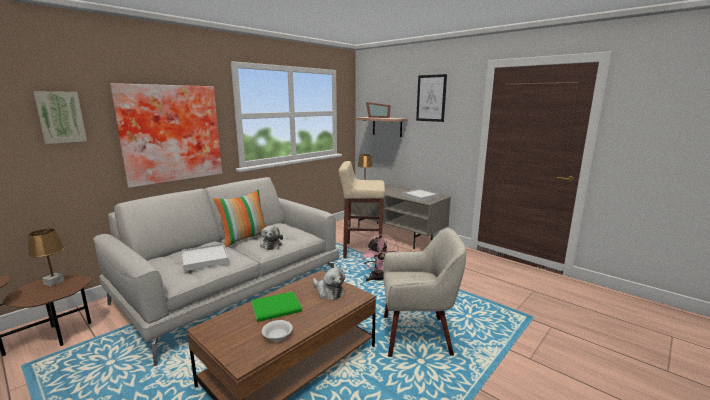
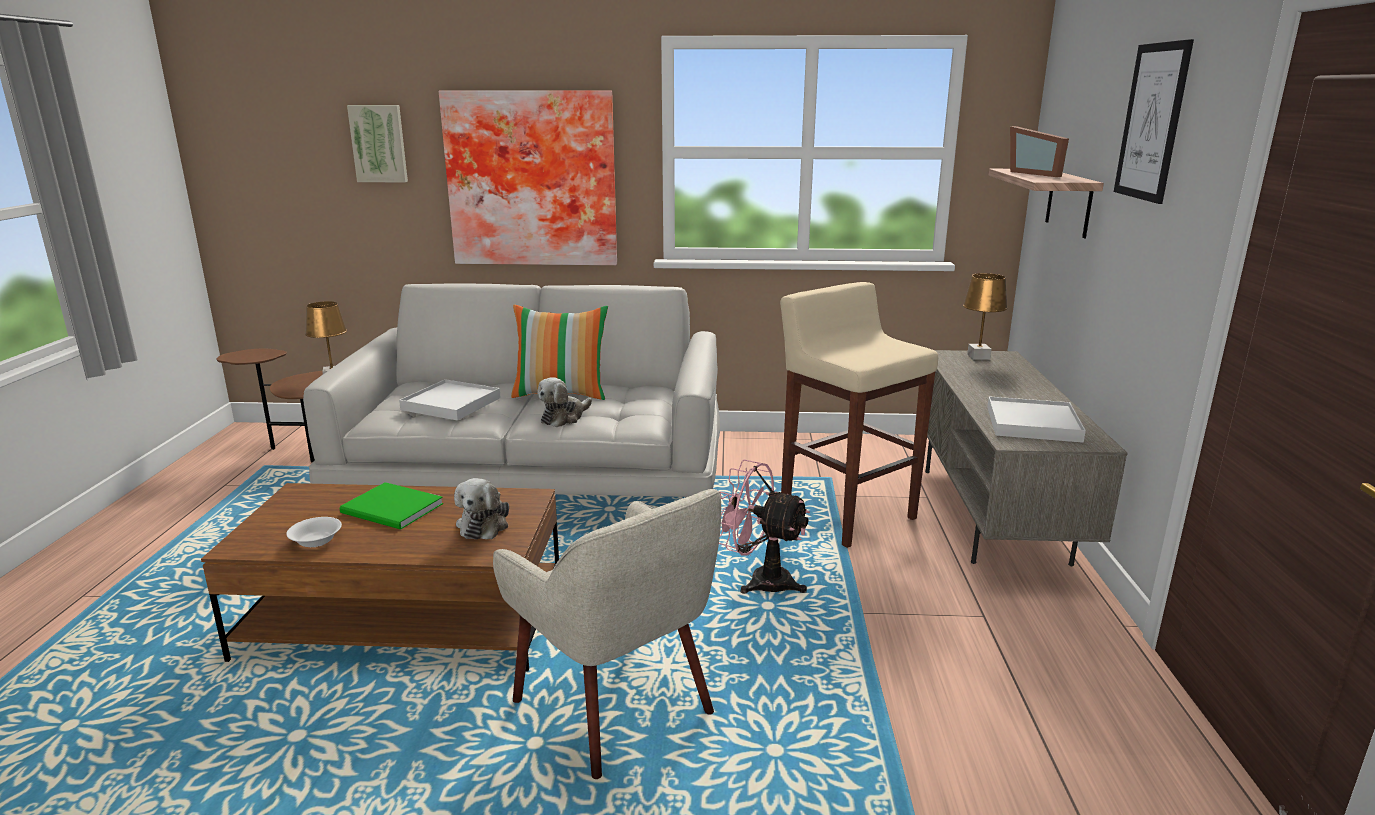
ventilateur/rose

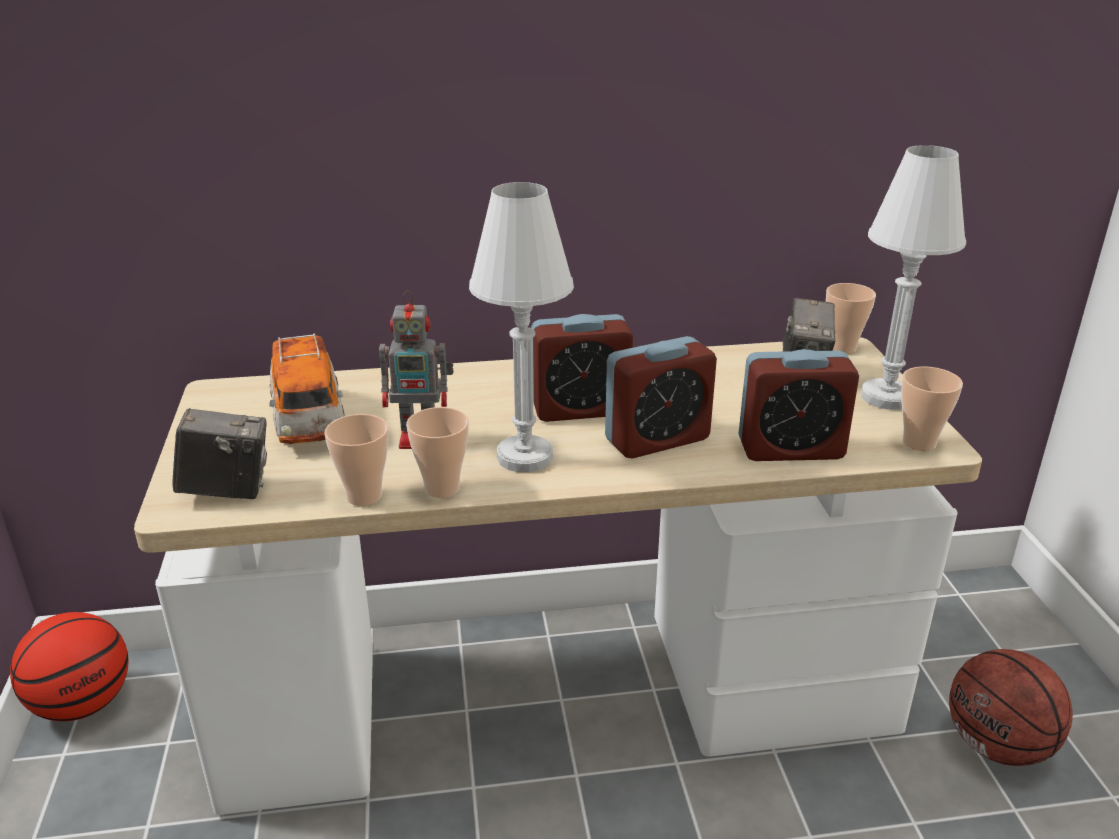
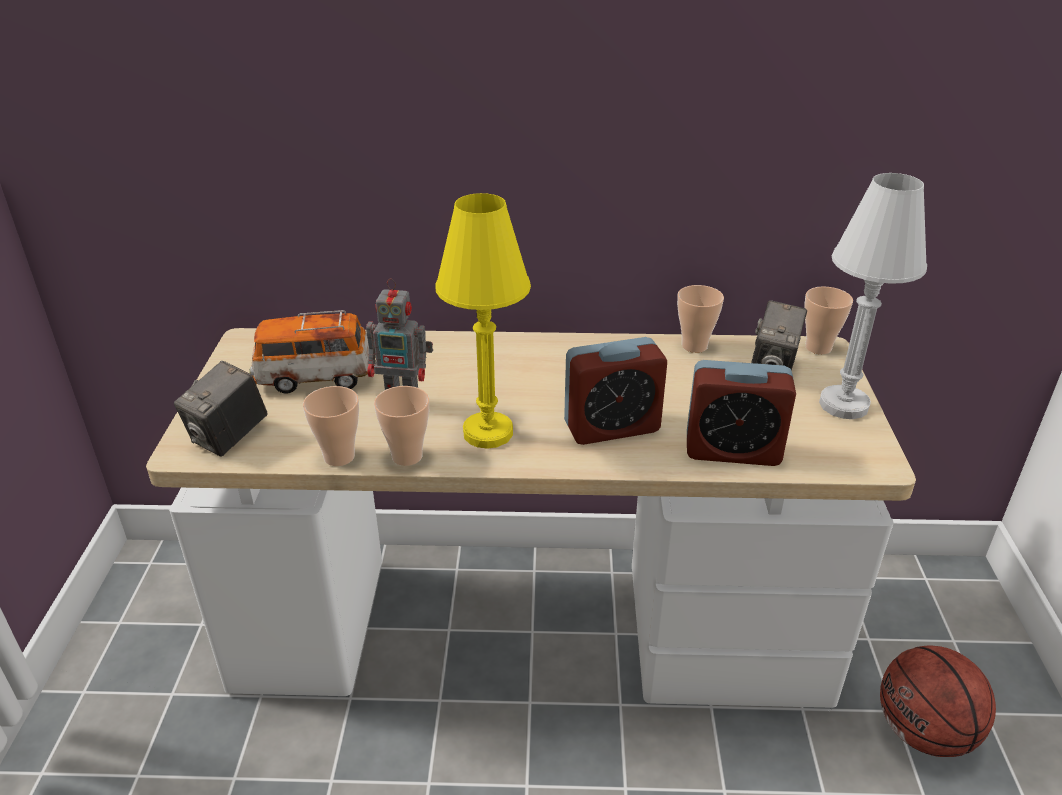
ballon de basket (1st from left in the first image); réveil (1st from left in the first image); tasse (3rd from left); lampe de table/jaune; appareil photo (1st from left); petite voiture

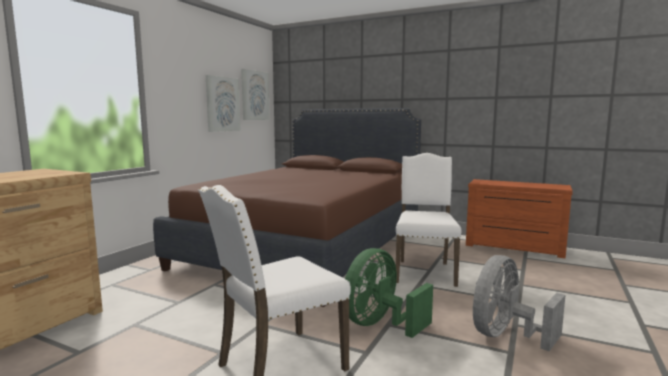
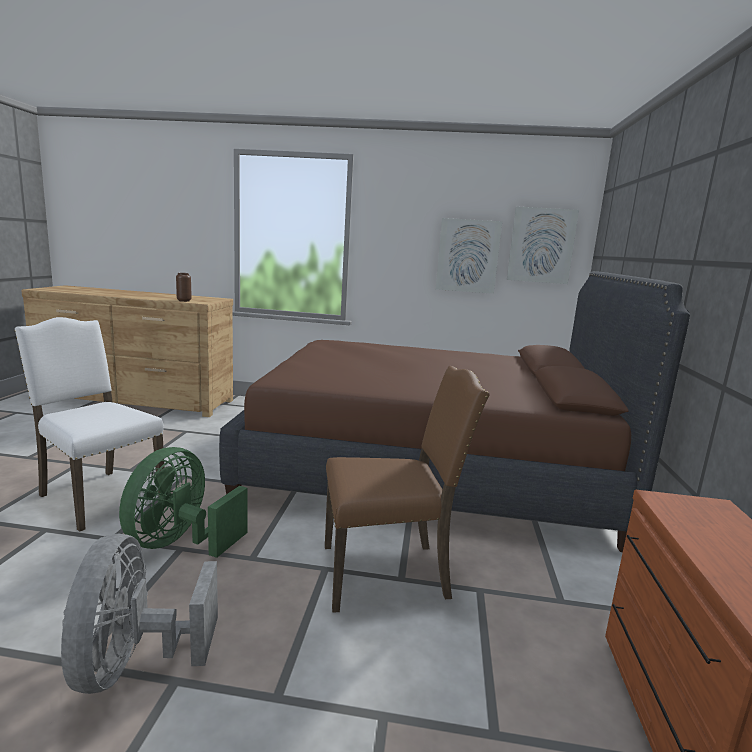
vase/marron; chaise/marron; ventilateur/vert; ventilateur/gris

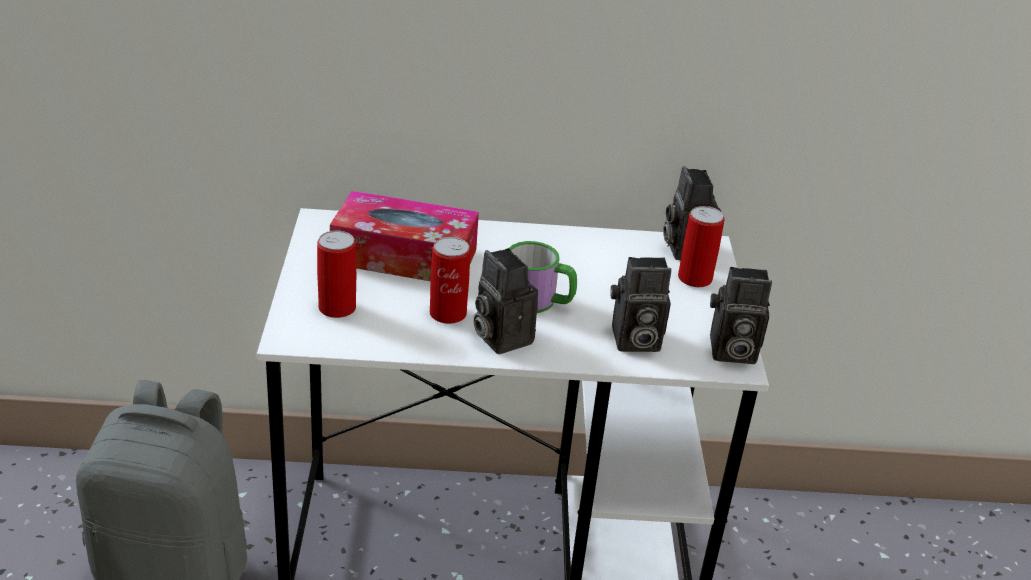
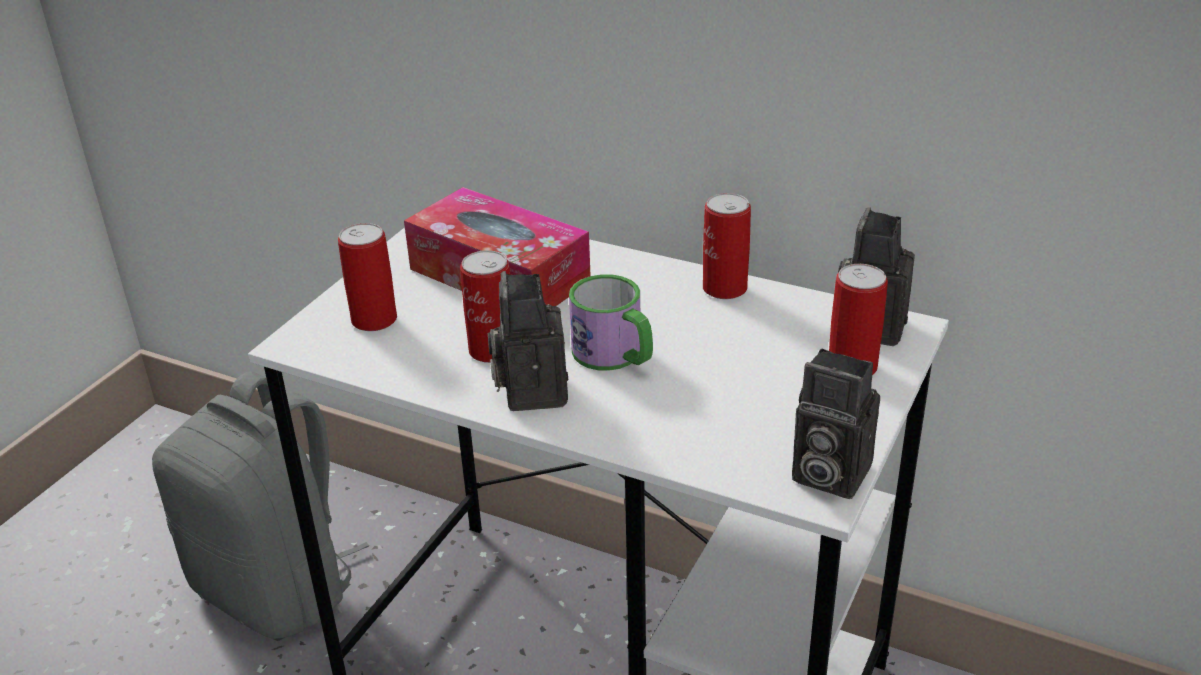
appareil photo (2nd from left in the first image); boîte métallique (3rd from left)

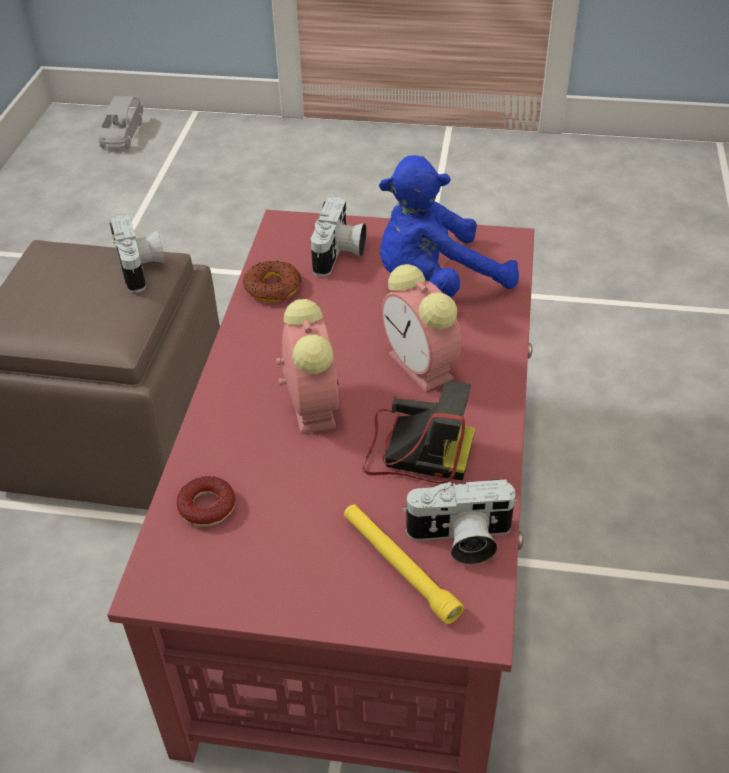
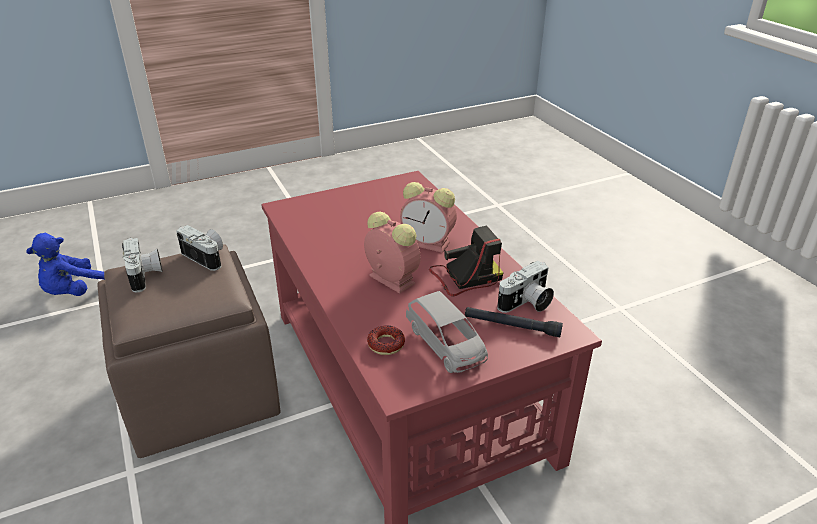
beignet (2nd from left in the first image); petite voiture/gris; appareil photo (1st from left); peluche/bleu; lampe de poche/noir

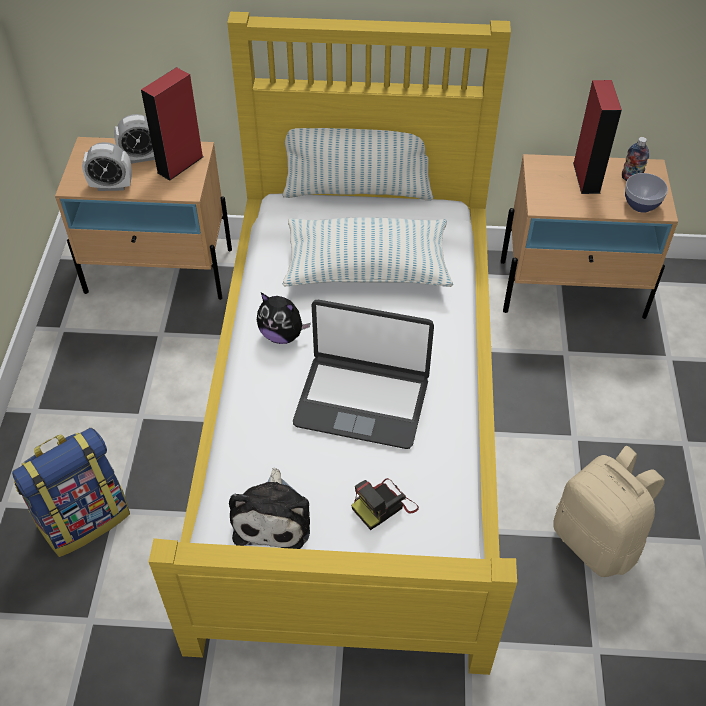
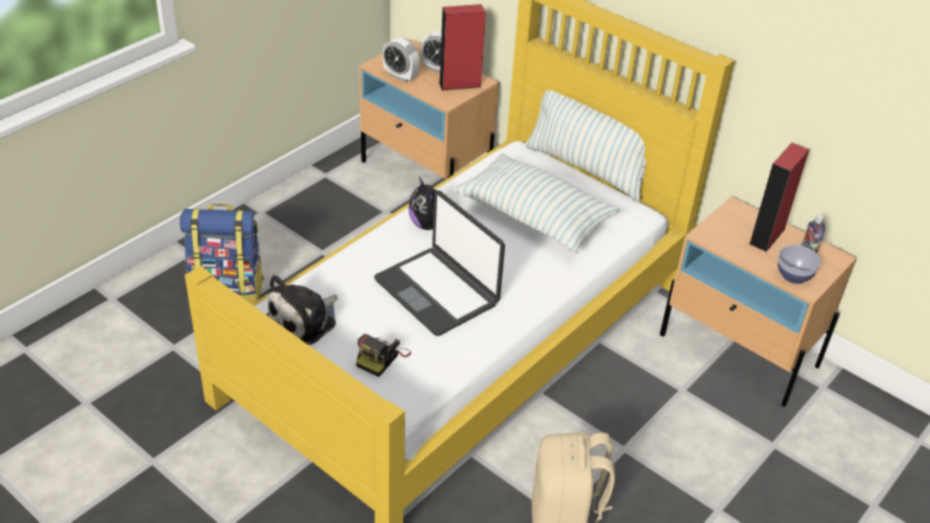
appareil photo

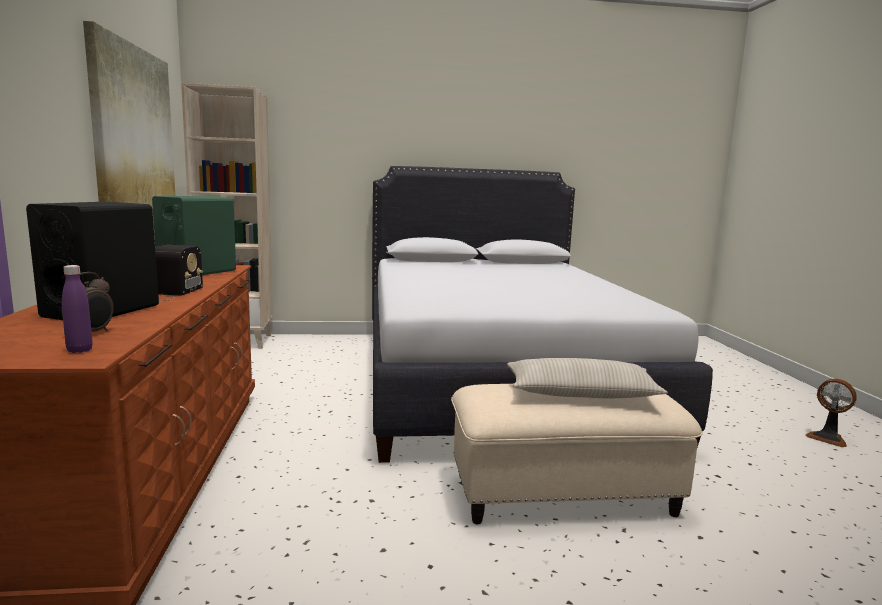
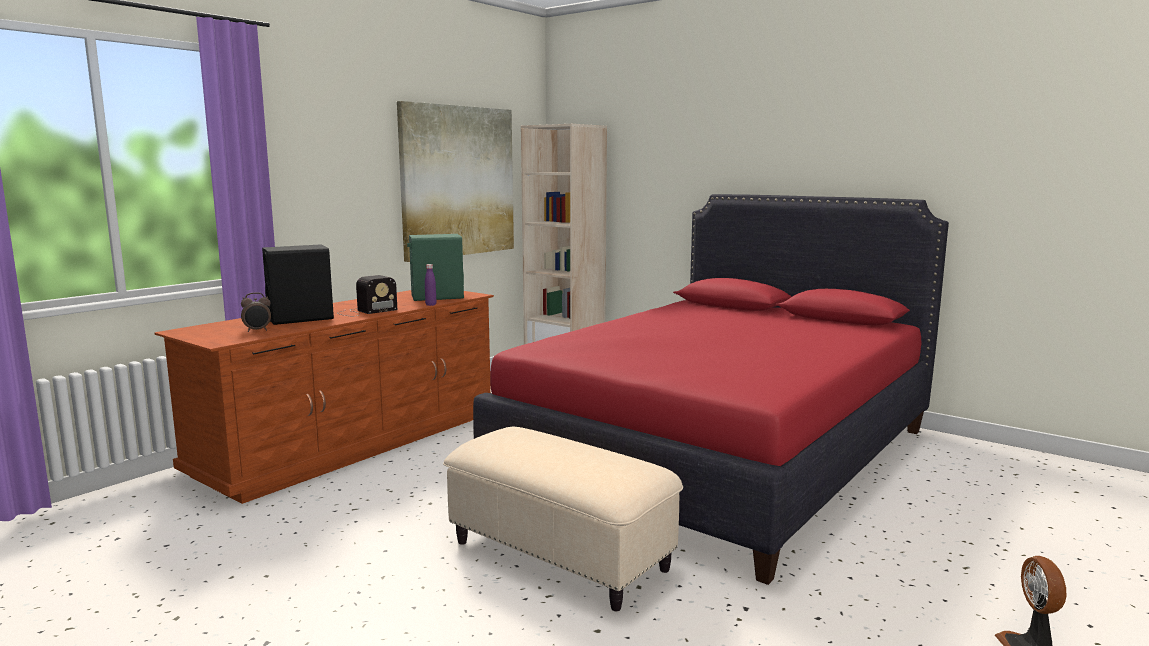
coussin/beige; bouteille/violet; lit/rouge

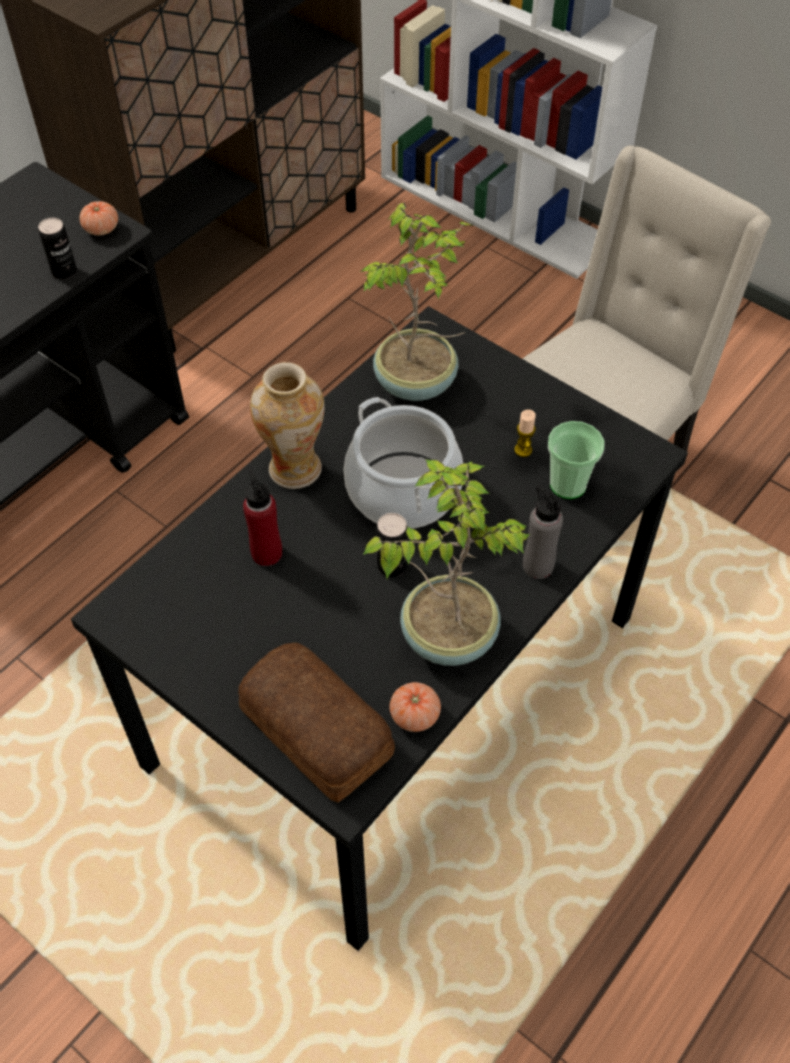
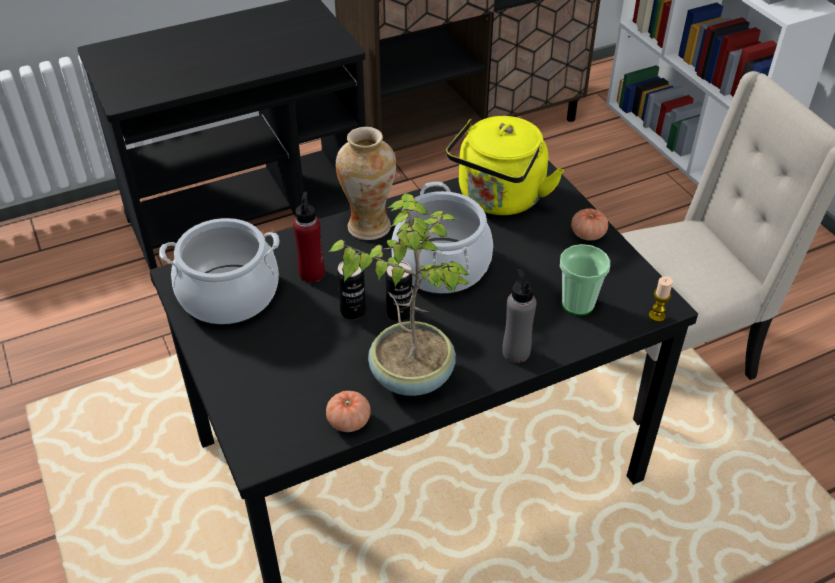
pain; marmite (1st from left); boîte métallique (1st from left); tomate (2nd from left); bougie; bouilloire/jaune

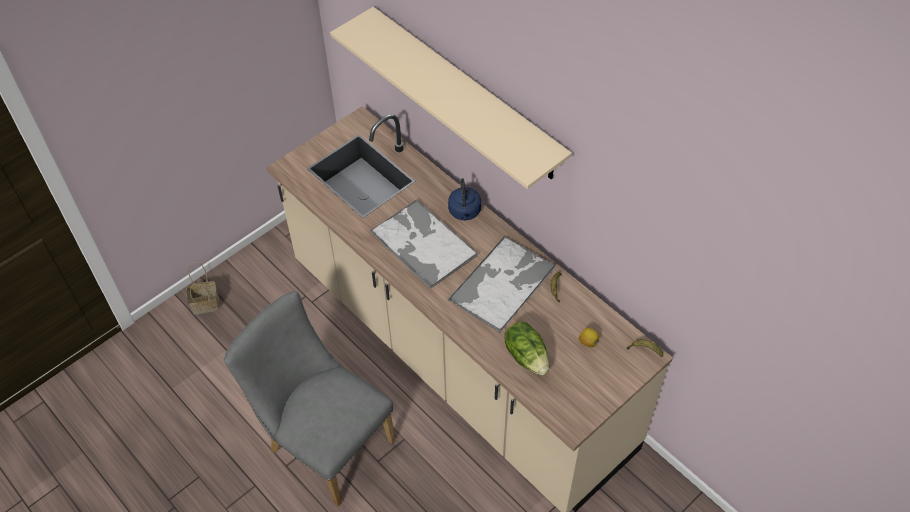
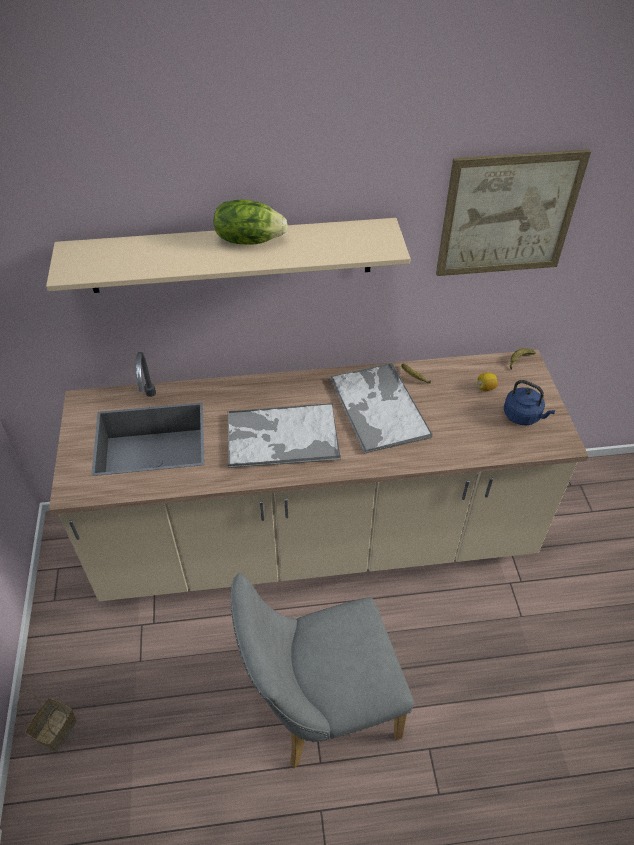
tableau; bouilloire/bleu; laitue

